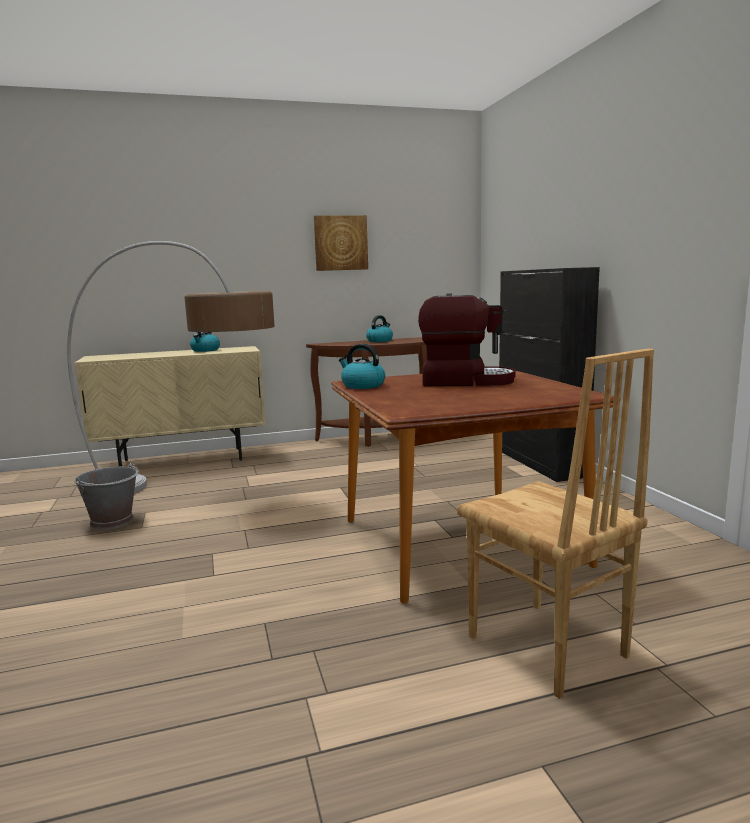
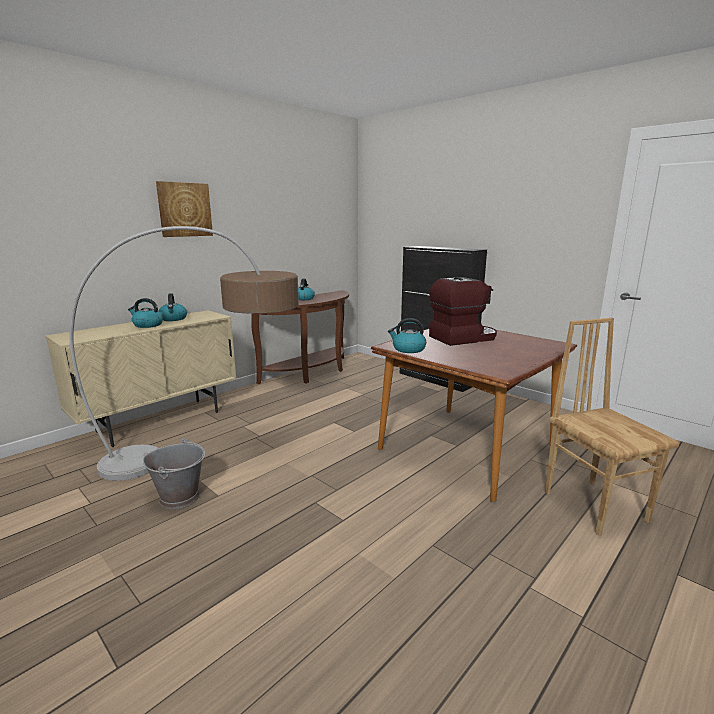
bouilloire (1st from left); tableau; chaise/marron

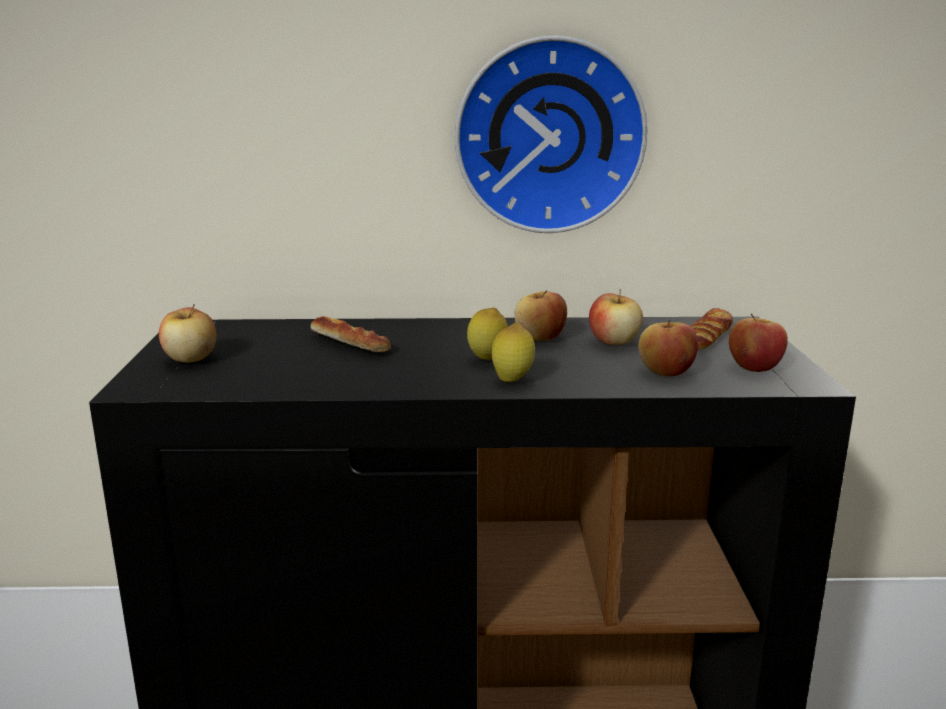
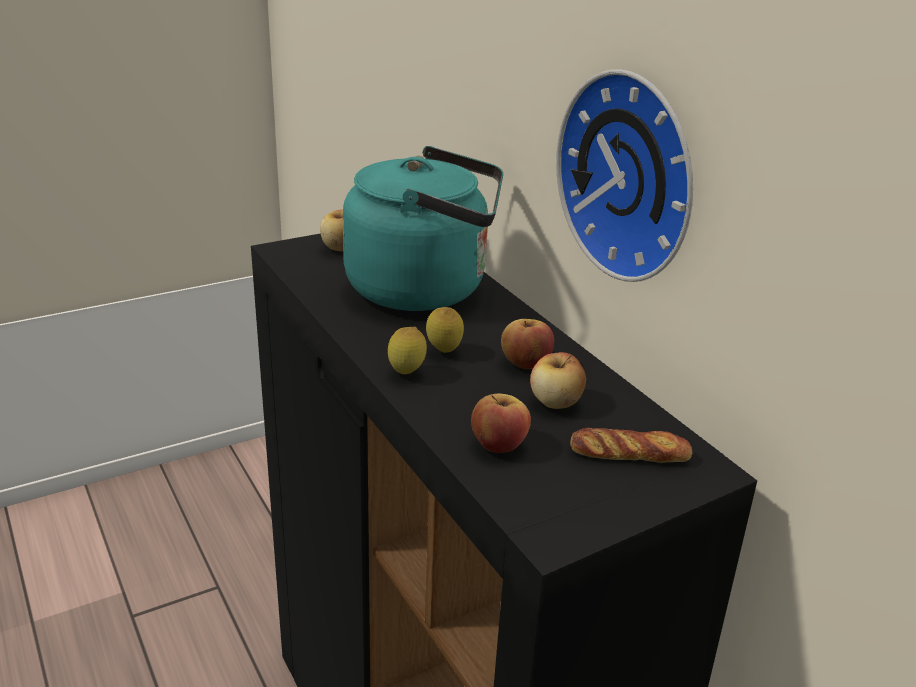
pomme (5th from left in the first image); bouilloire/turquoise

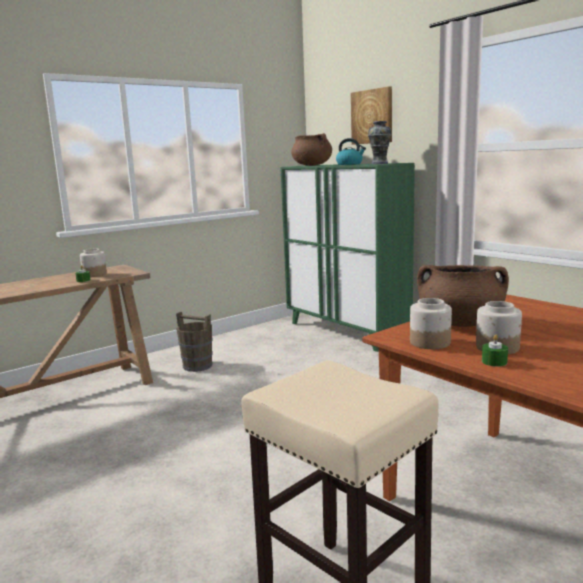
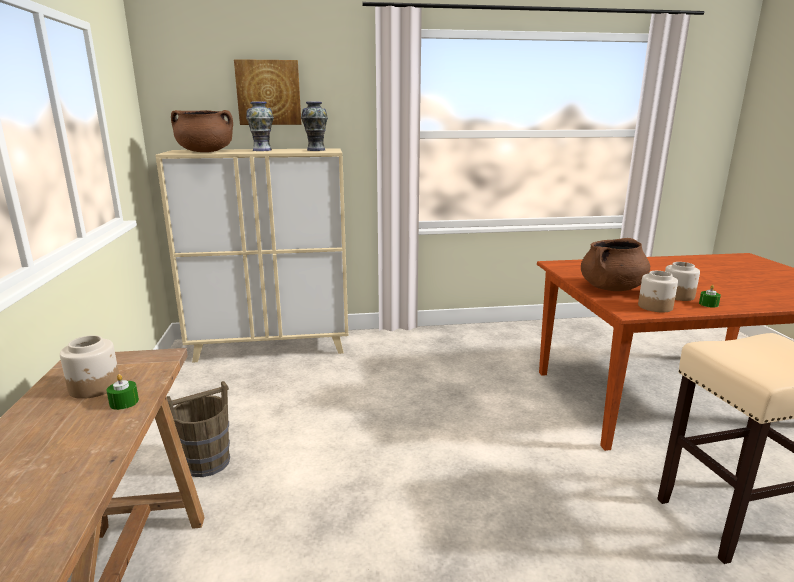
vase (1st from left); meuble de rangement/beige

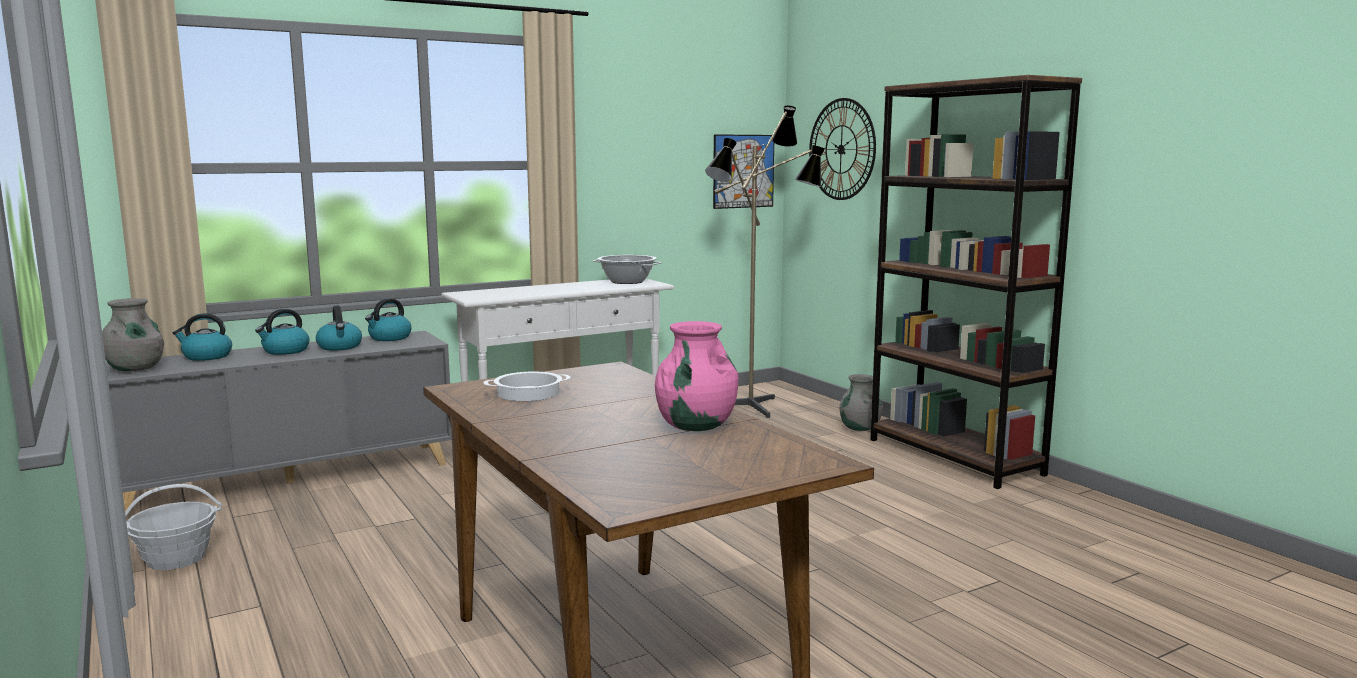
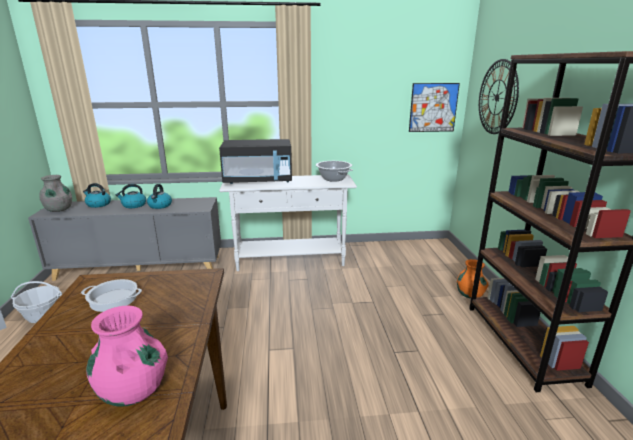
bouilloire (4th from left in the first image); lampadaire; micro-ondes/noir; vase/orange

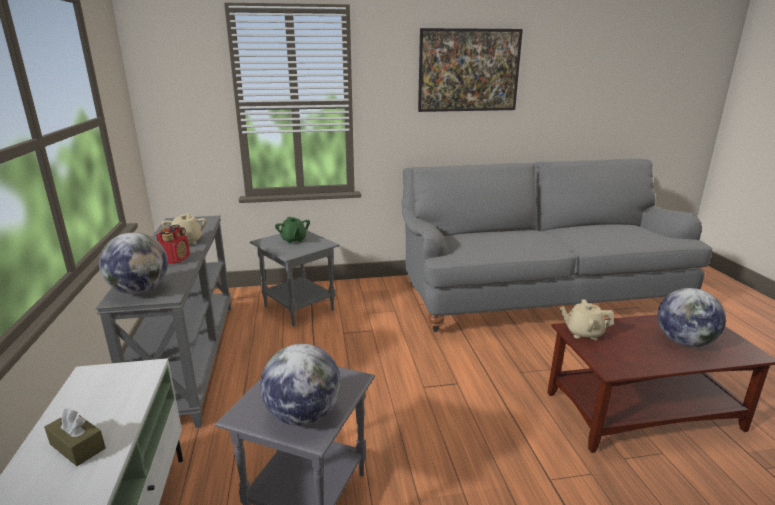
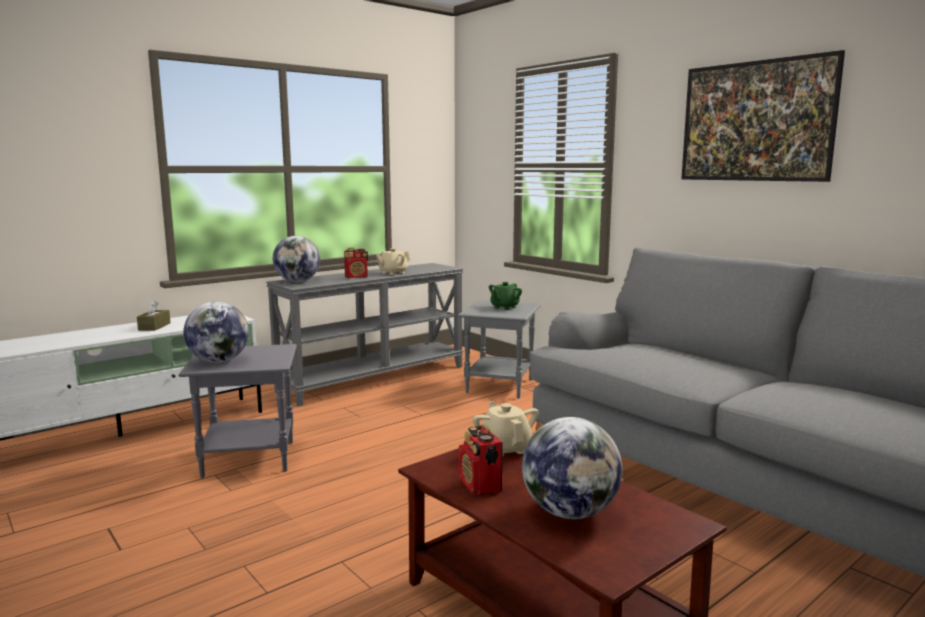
radio (2nd from left)

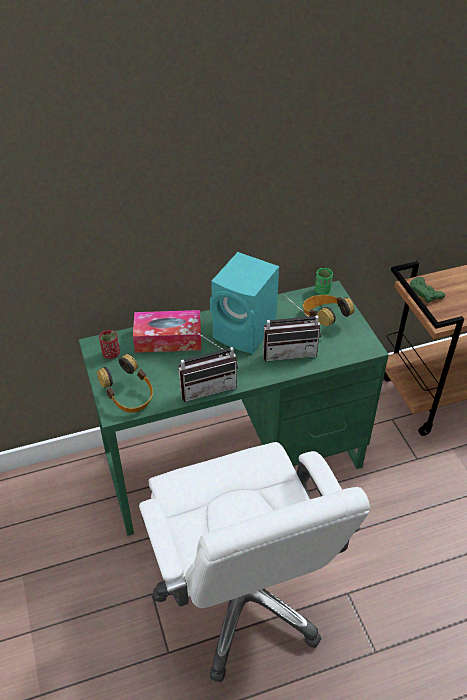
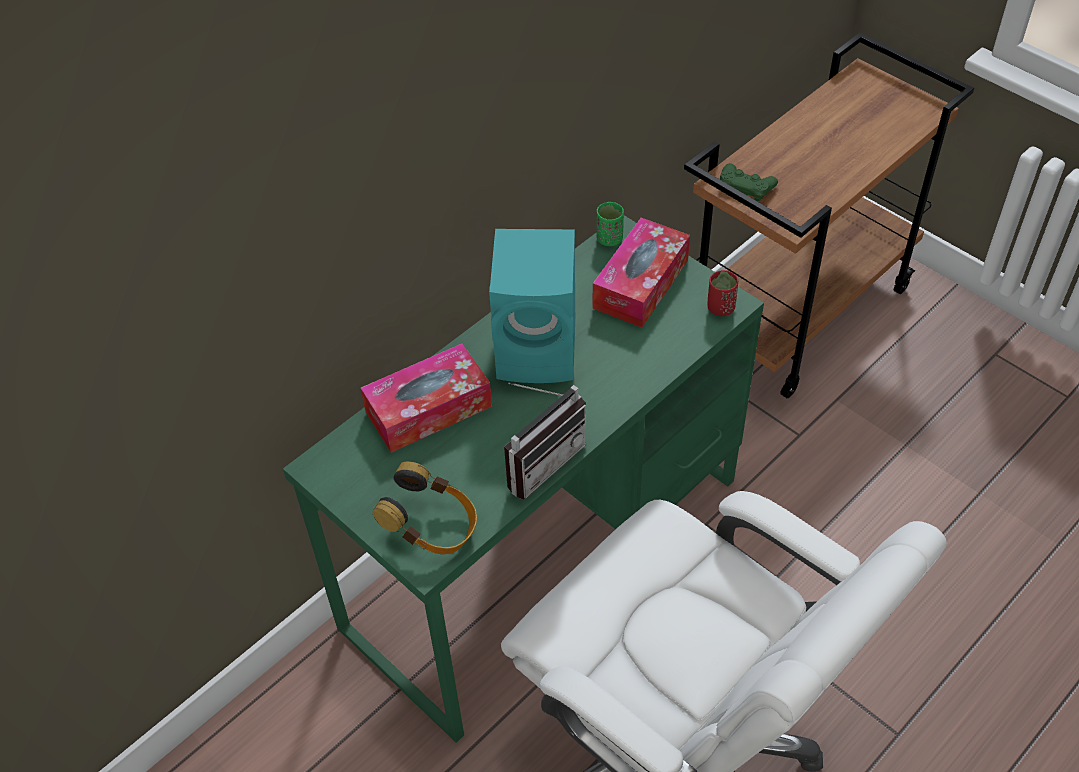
radio (2nd from left in the first image); tasse/rouge; boîte à mouchoirs (2nd from left)

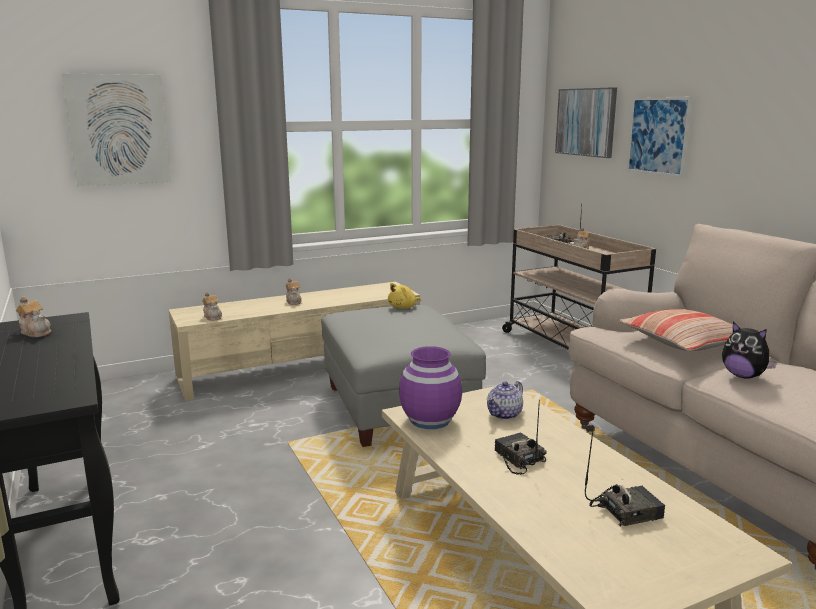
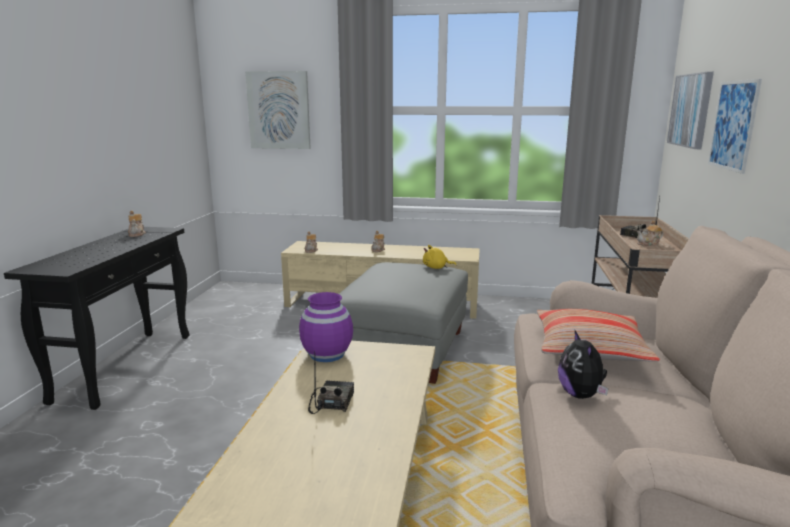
théière (4th from left in the first image); radio (3rd from left in the first image)

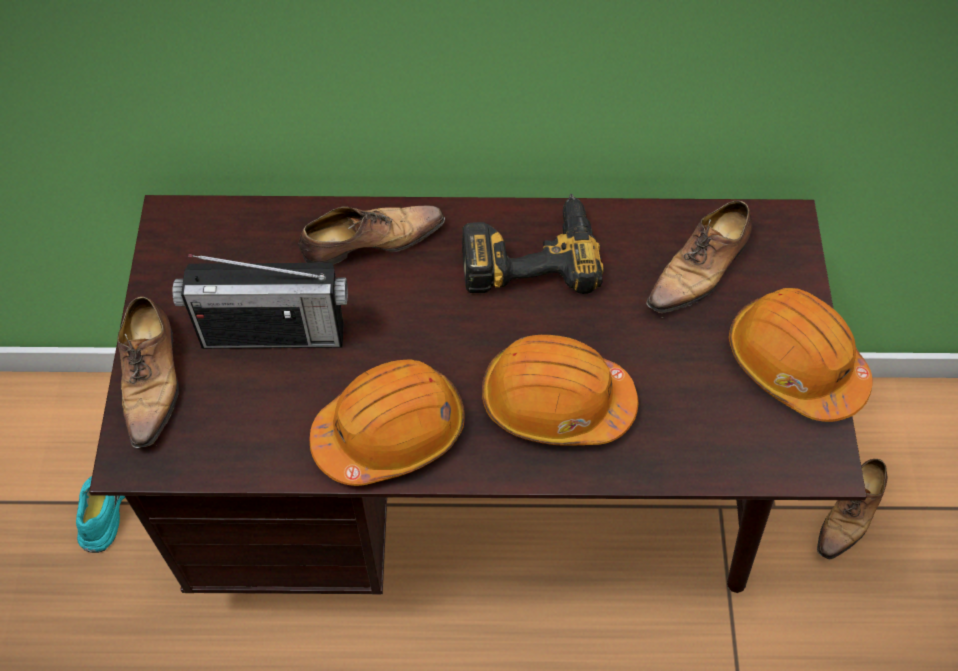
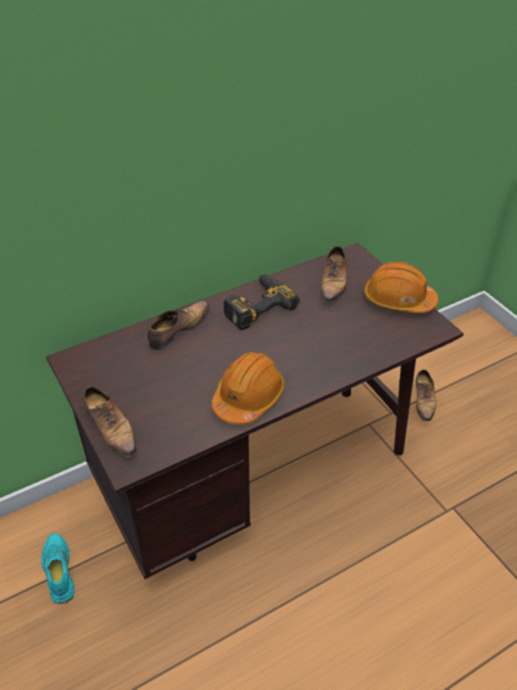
radio; casque de chantier/orange (2nd from left in the first image)

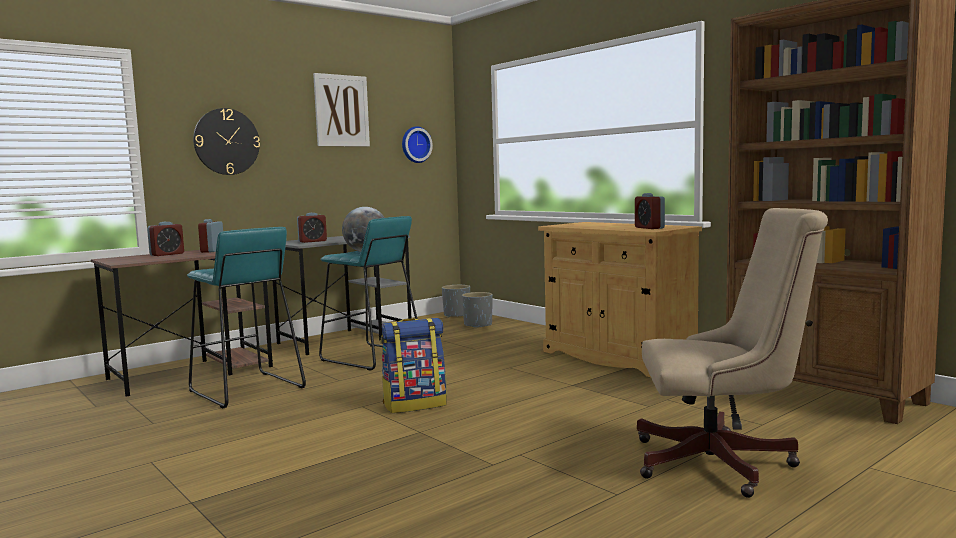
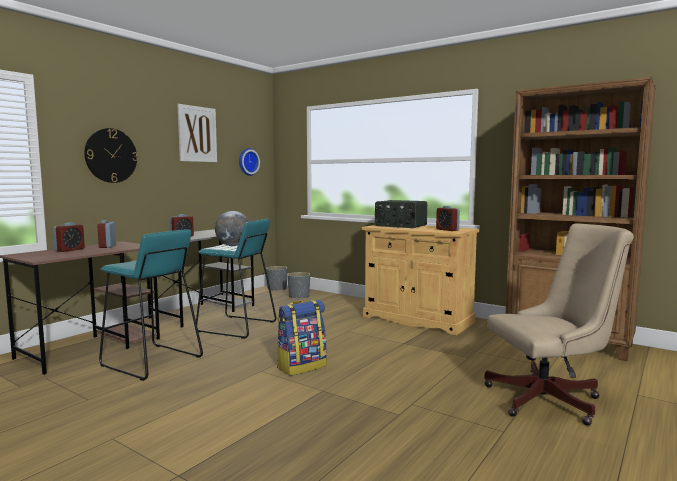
radio

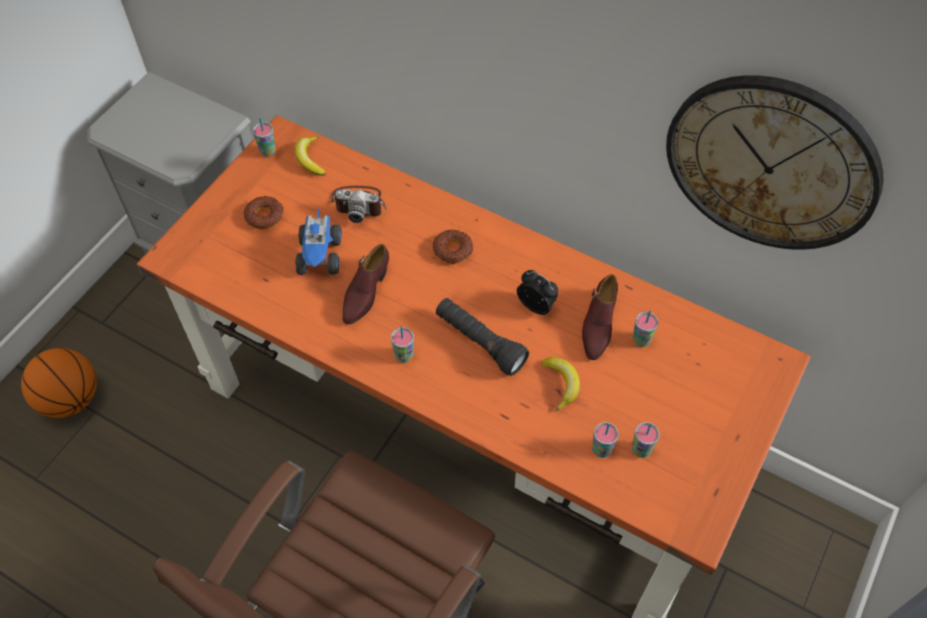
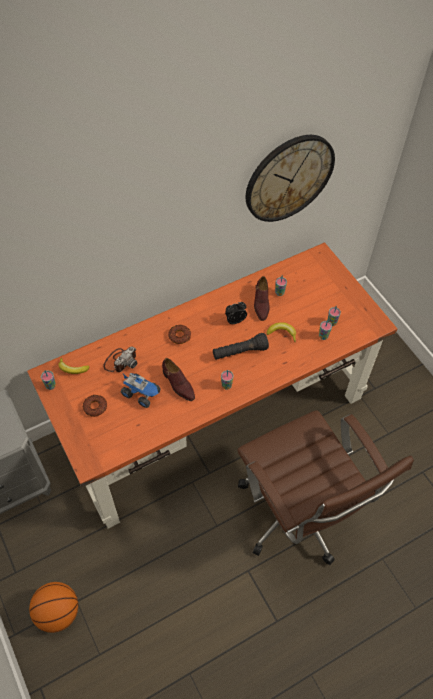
chaussure/marron (2nd from left)

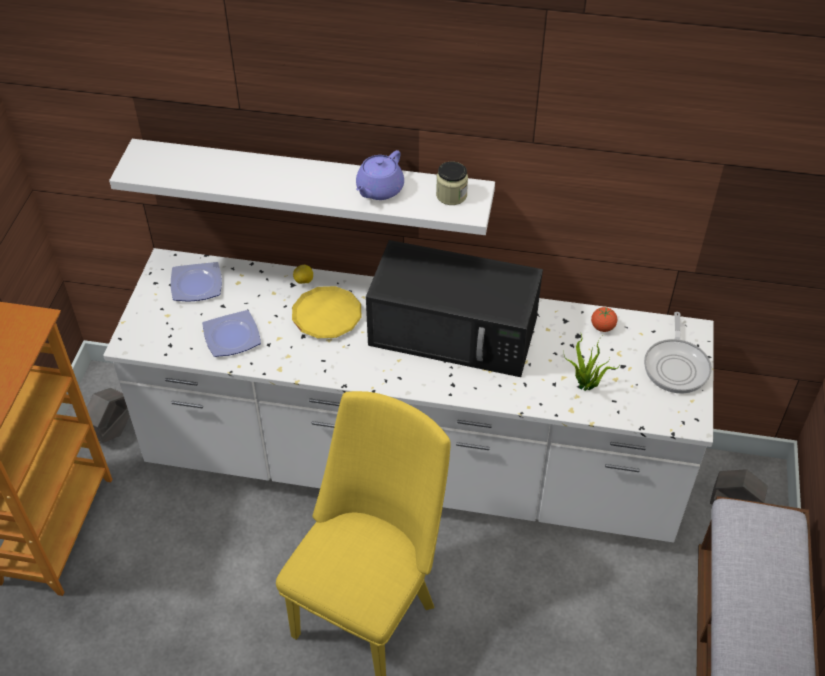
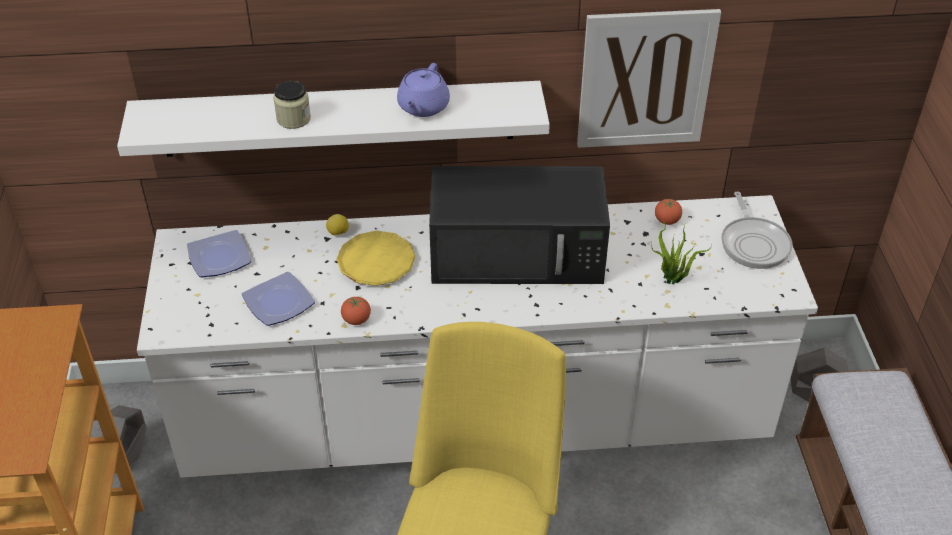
tomate (1st from left); tableau; bocal

